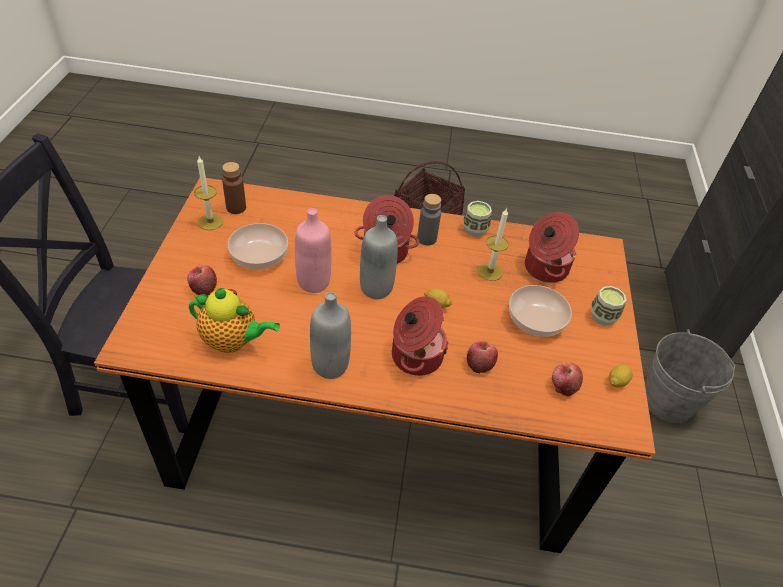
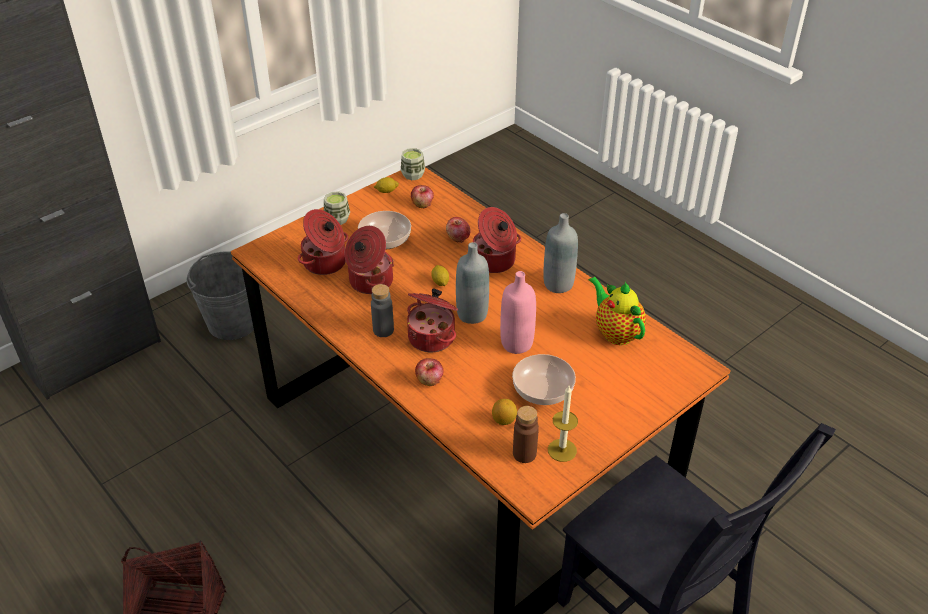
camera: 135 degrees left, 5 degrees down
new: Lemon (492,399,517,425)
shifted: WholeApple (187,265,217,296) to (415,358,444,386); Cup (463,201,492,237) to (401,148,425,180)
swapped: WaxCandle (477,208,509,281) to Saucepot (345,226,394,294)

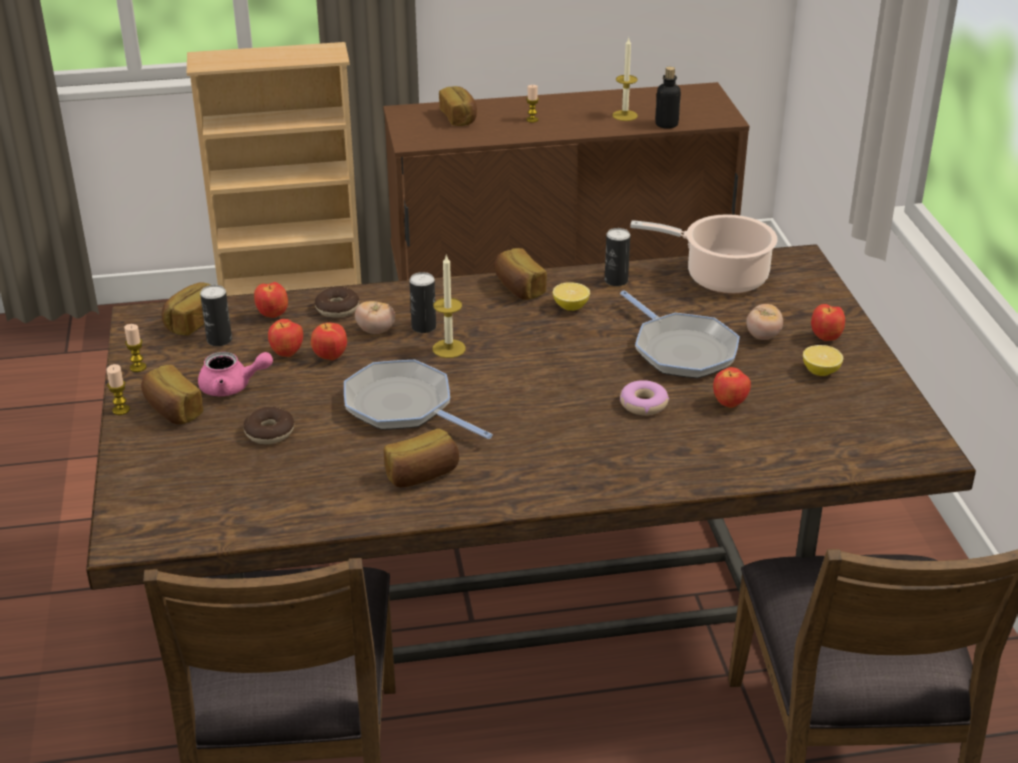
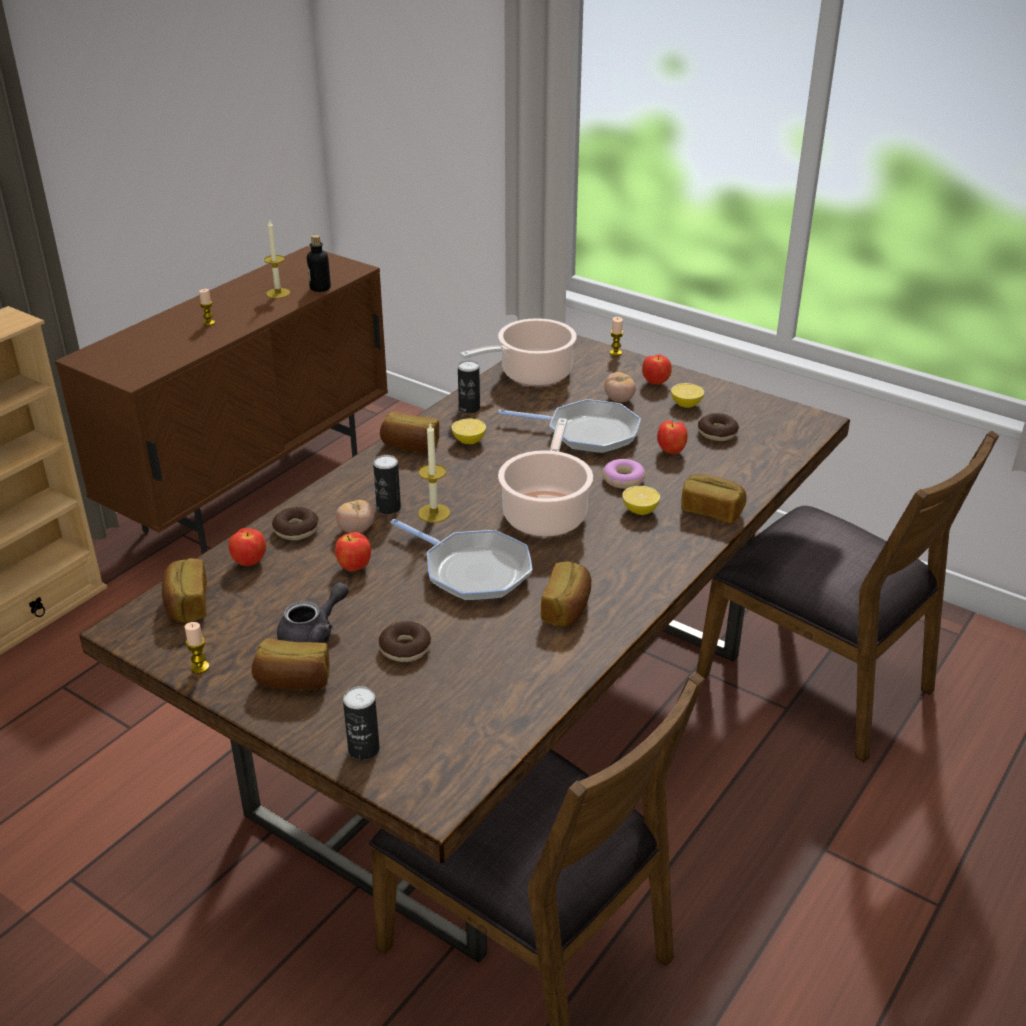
camera: 45 degrees left, 0 degrees up
gone: WholeApple (268,319,303,357)
new: Saucepot (498,418,593,536); Lemon (622,486,660,515); RingDoughnut (698,413,739,441)
shifted: WaxCandle (106,364,130,415) to (610,317,623,356); Can (200,285,232,346) to (343,686,380,760); BakedBread (439,86,477,126) to (681,474,746,523)
repainted: PinkTeapot (198,352,273,396) to GrayTeapot (277,582,349,643)
rotated: Pan (344,360,493,439) = (390,519,533,601) 135 degrees counterclockwise

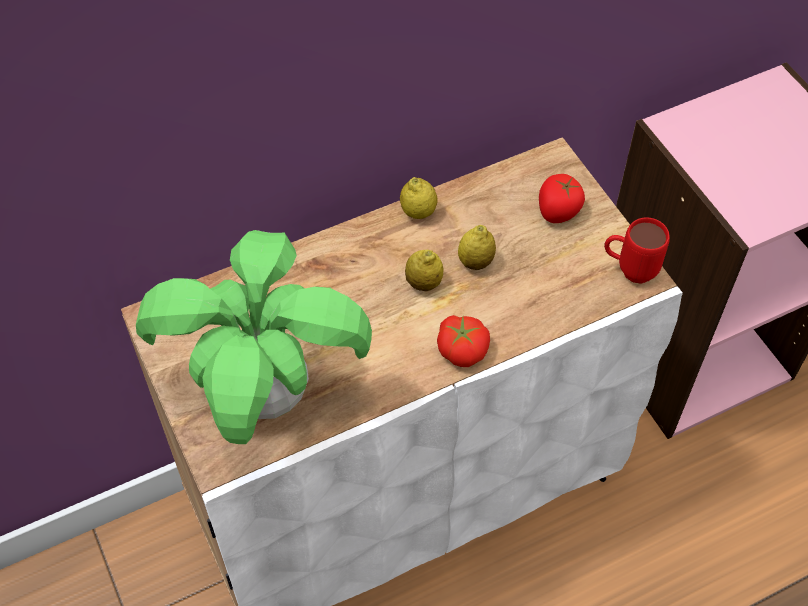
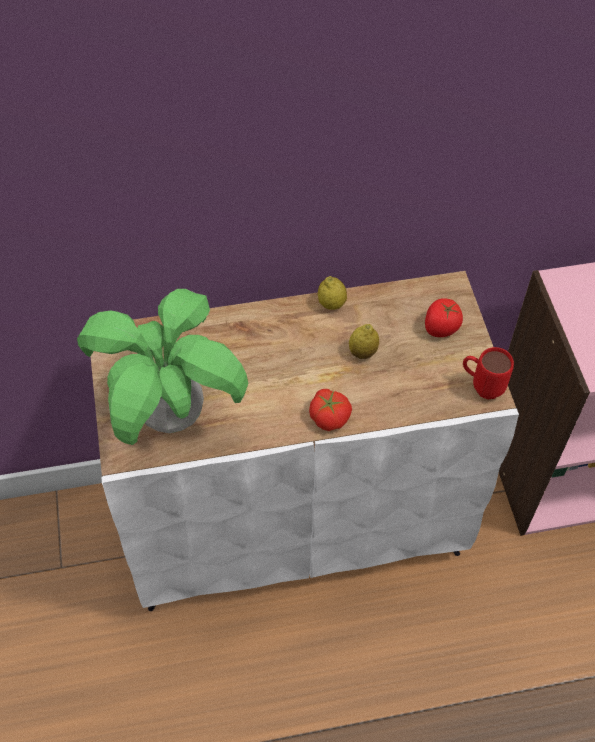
camera: 15 degrees right, 0 degrees up
gone: Lemon (405,250,443,291)

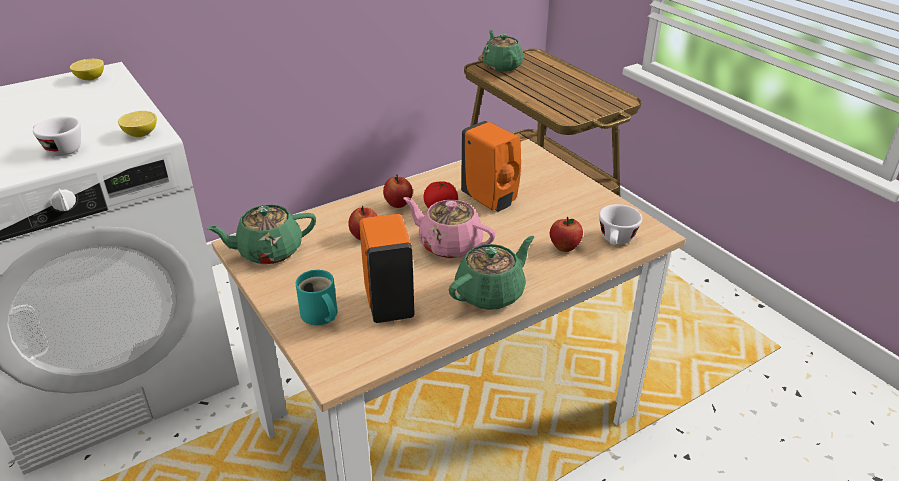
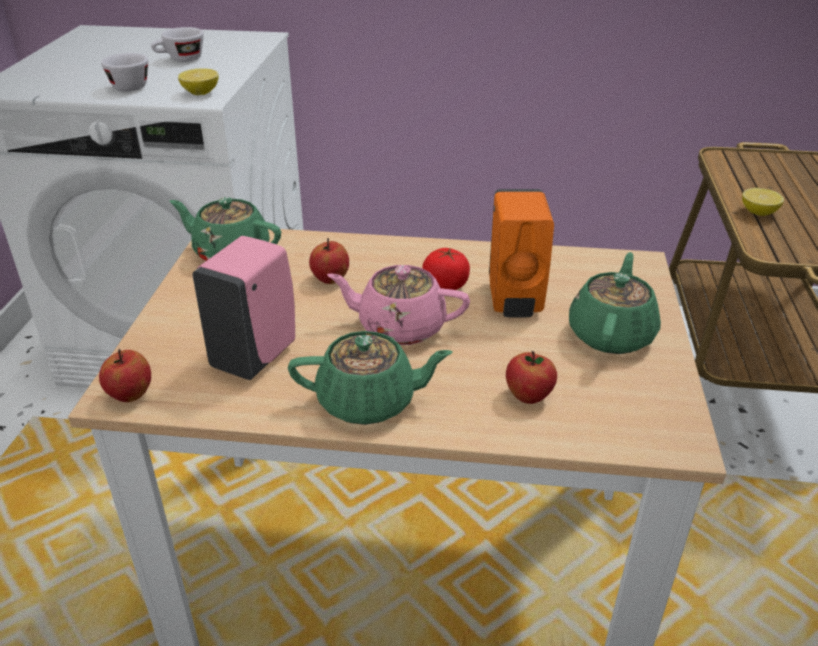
camera: 40 degrees right, 0 degrees up
gone: TurquoiseMug (295,270,337,325)
shifted: Lemon (70,59,104,80) to (742,188,784,216); WholeApple (383,174,413,208) to (99,349,151,402); GreenColouredTeapot (482,30,524,72) to (569,252,661,354); WhiteCup (599,204,642,245) to (151,27,204,62)
repainted: OrangeySoapBottle (359,214,415,323) to PinkSoapBottle (192,236,295,380)
rotated: PinkTeapot (403,197,496,259) = (327,265,470,345) 60 degrees counterclockwise

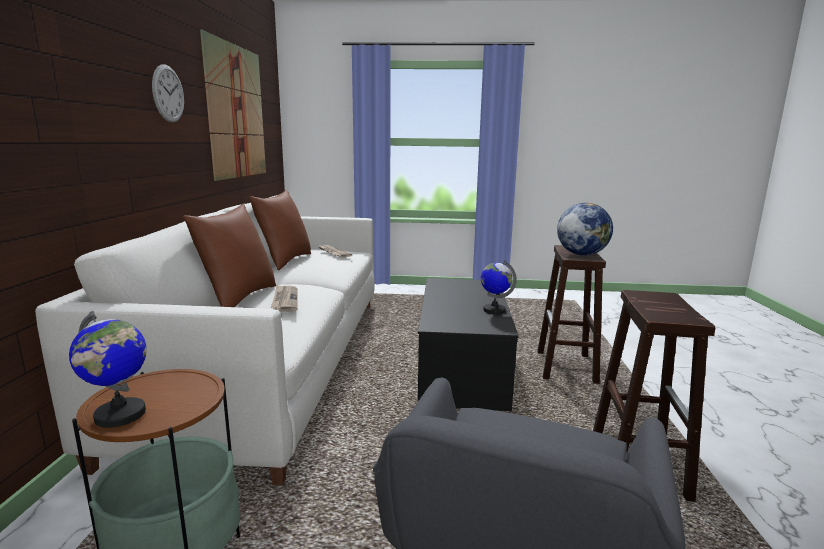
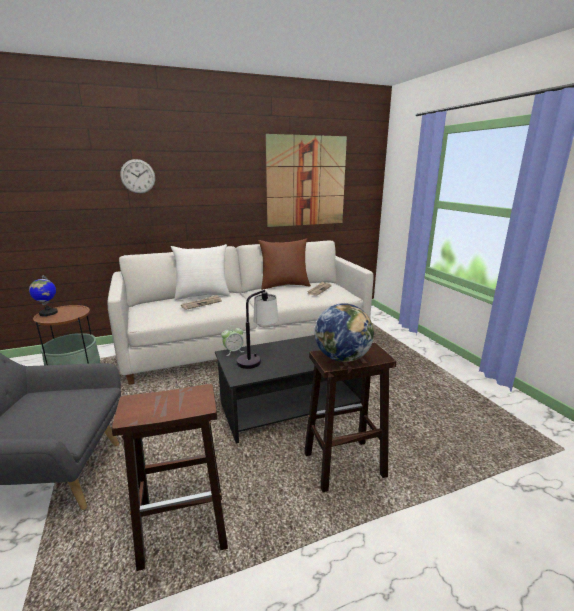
camera: 65 degrees right, 5 degrees up
gone: Globe (481,260,517,314)
new: BedsideClock (221,325,244,356); LampForATable (236,290,279,369)
shifted: HangingClock (152,65,184,123) to (120,159,155,194)
repainted: BrownishThrowPillow (182,204,276,307) to WhiteThrowPillow (171,244,231,300)

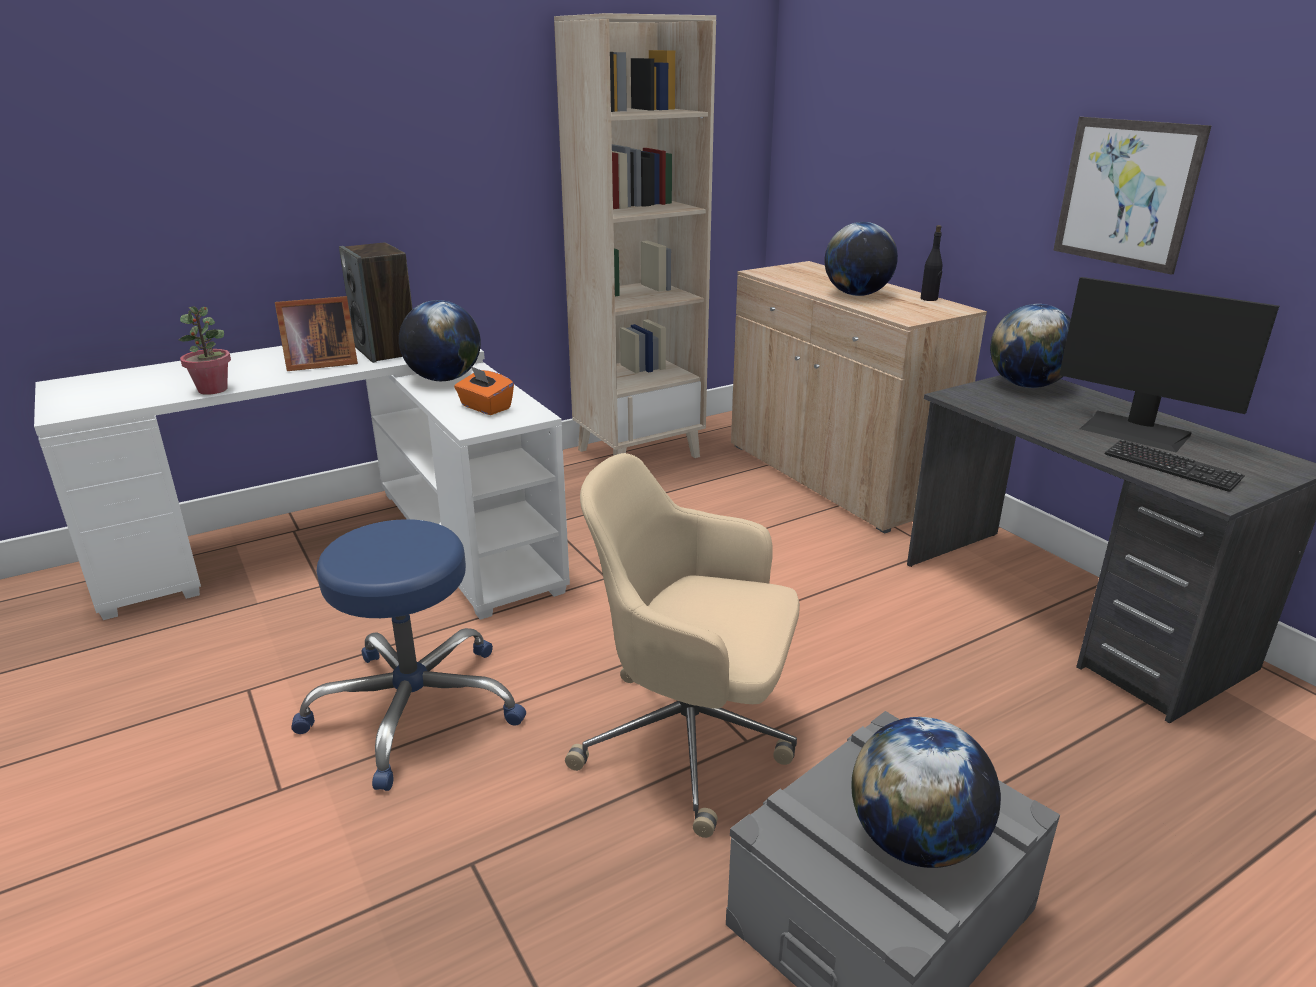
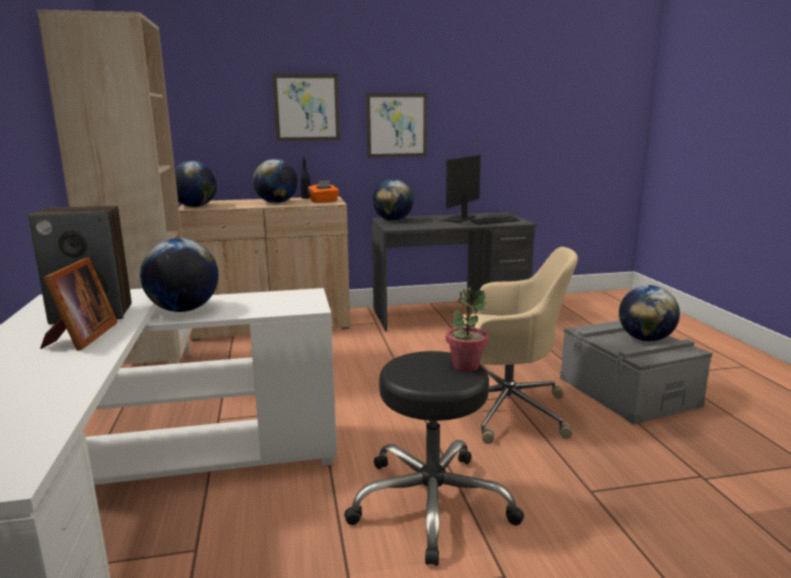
camera: 70 degrees left, 10 degrees down
new: Globe (174,161,217,207); WallPicture (272,74,340,141)
shifted: PlantInAPot (179,307,231,395) to (446,287,489,371); OrangeyBoxOfTissues (454,366,514,415) to (308,180,339,203)
repainted: BlueColouredStoolSeat (291,519,526,791) to BlackishStoolSeat (344,351,524,566)
rotated: BeigeColouredComputerChair (565,453,800,838) = (463,247,578,444) 120 degrees counterclockwise; ComputerDisplay (1059,277,1279,452) = (440,155,481,223) 150 degrees clockwise

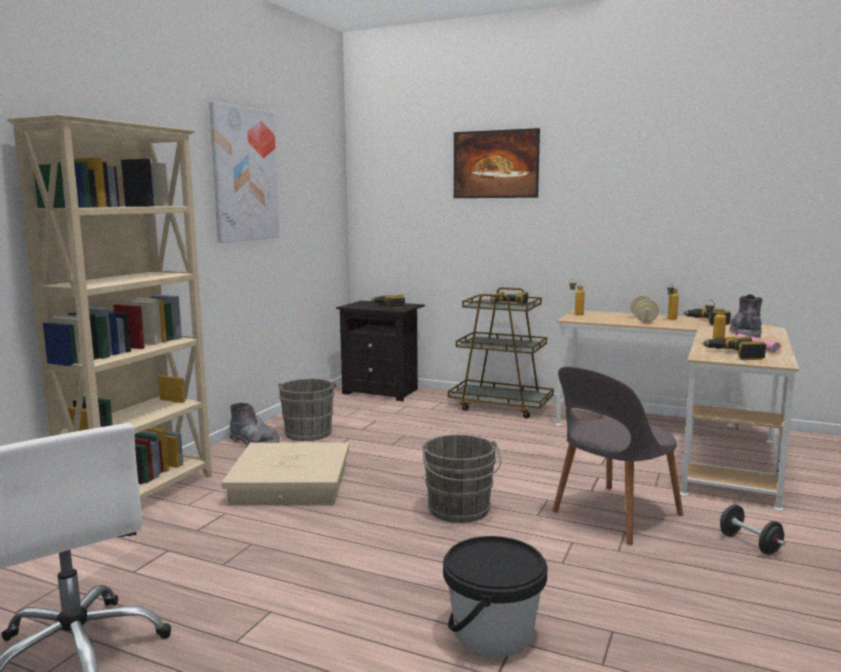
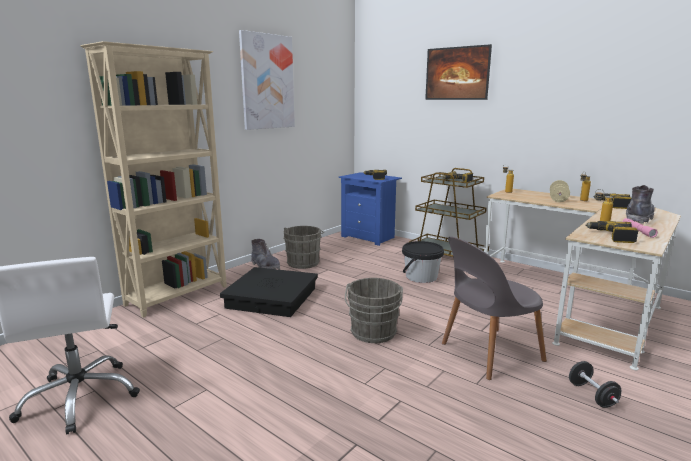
camera: 15 degrees right, 5 degrees up
shifted: BlackishBucket (443,536,547,657) to (402,241,444,283)
repainted: BeigeColouredStorageContainer (222,442,349,505) to BlackishStorageContainer (220,267,318,317); BlackishBedsideTable (336,301,425,401) to BlueColouredBedsideTable (339,172,402,246)

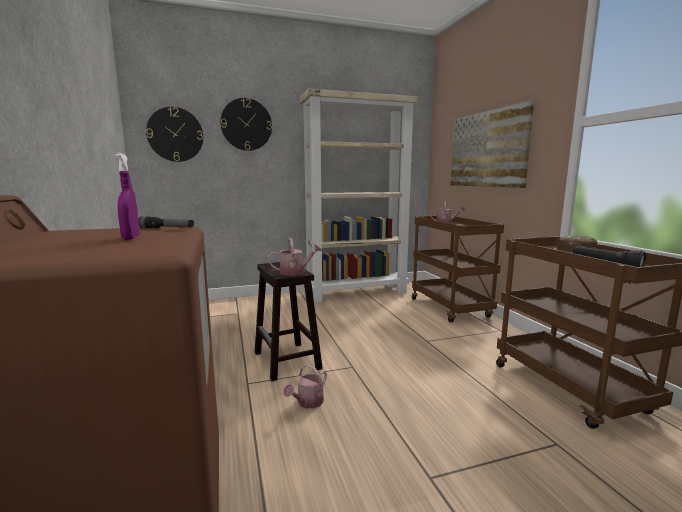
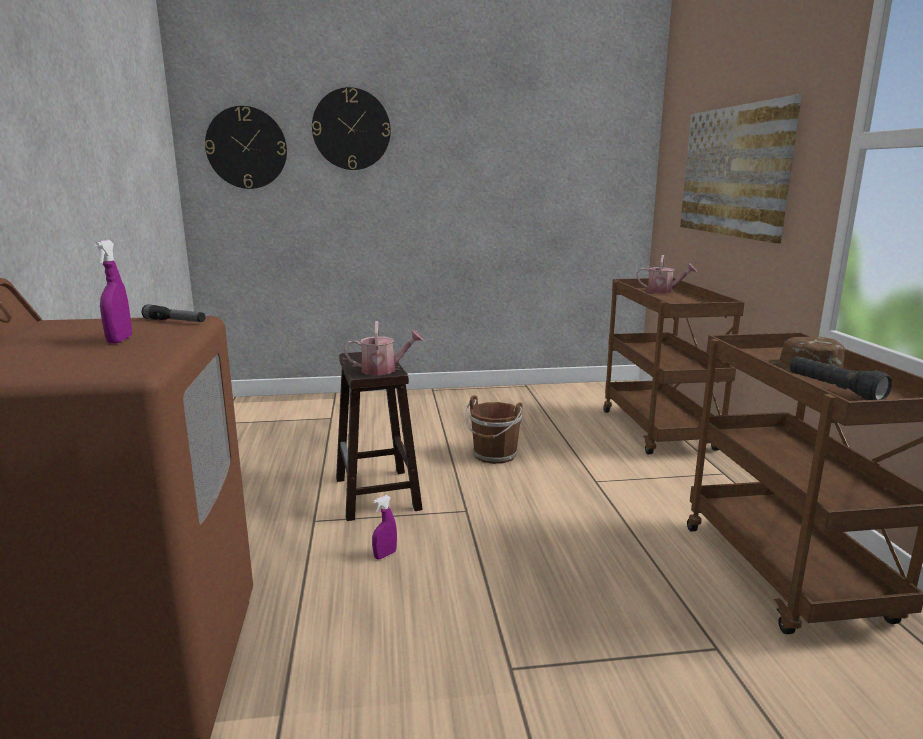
camera: 10 degrees right, 5 degrees up
gone: BeigeColouredBookcase (300,89,418,303)
new: BrownishBucket (466,395,523,464)
swapped: SprinklingCan (283,365,327,409) to PurpleColouredHandSprayer (372,495,397,560)

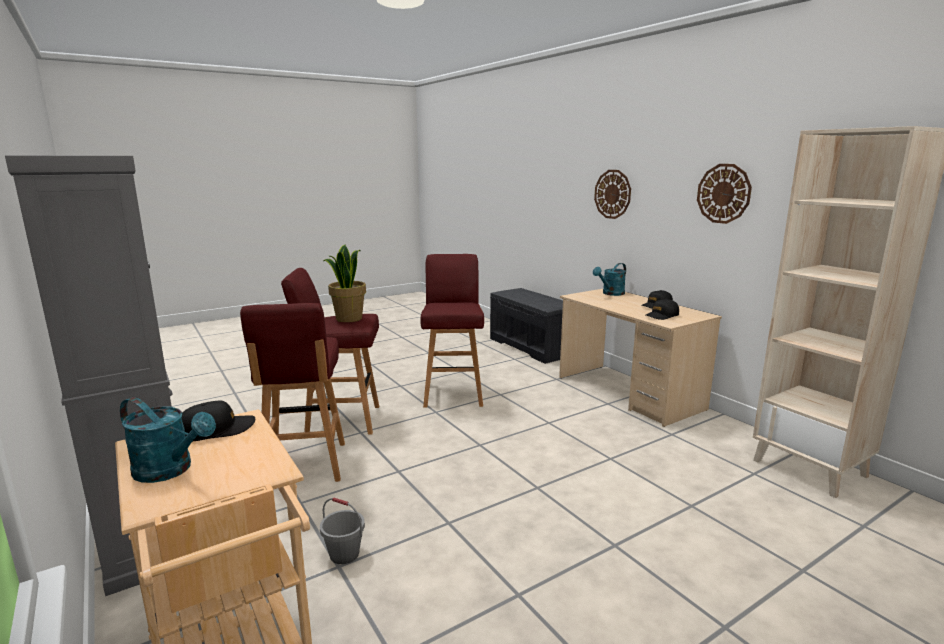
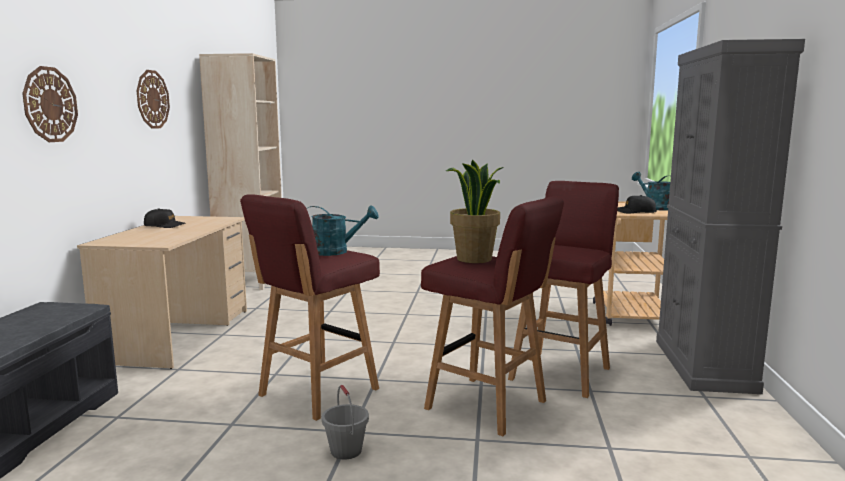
camera: 140 degrees left, 5 degrees down
gone: BlackishBaseballCap (646,299,679,320)
shifted: GrayBucket (320,498,365,564) to (322,385,369,460); TurquoiseSprinklingCan (593,263,626,296) to (306,205,379,256)

